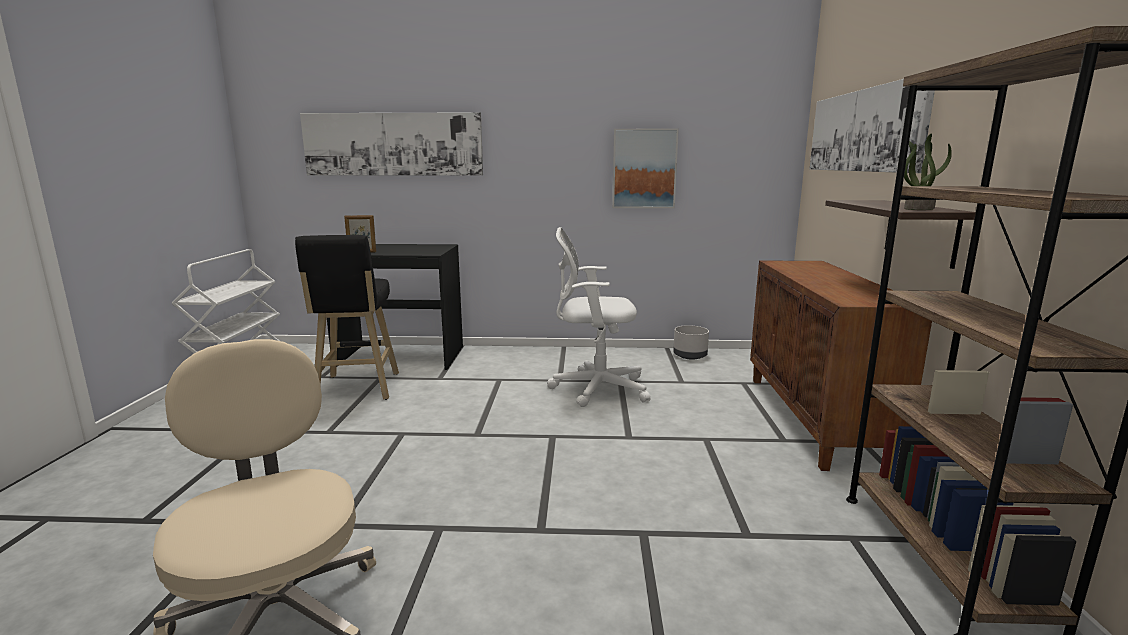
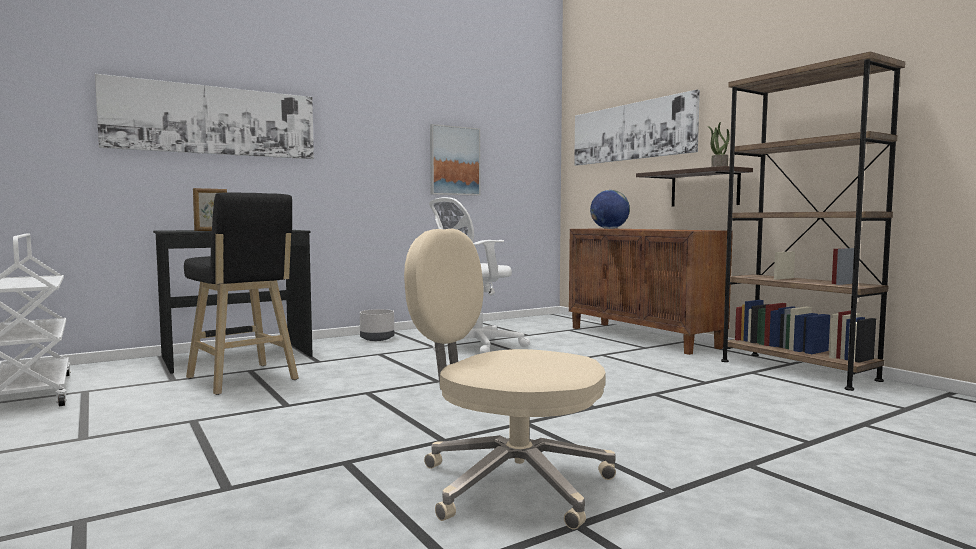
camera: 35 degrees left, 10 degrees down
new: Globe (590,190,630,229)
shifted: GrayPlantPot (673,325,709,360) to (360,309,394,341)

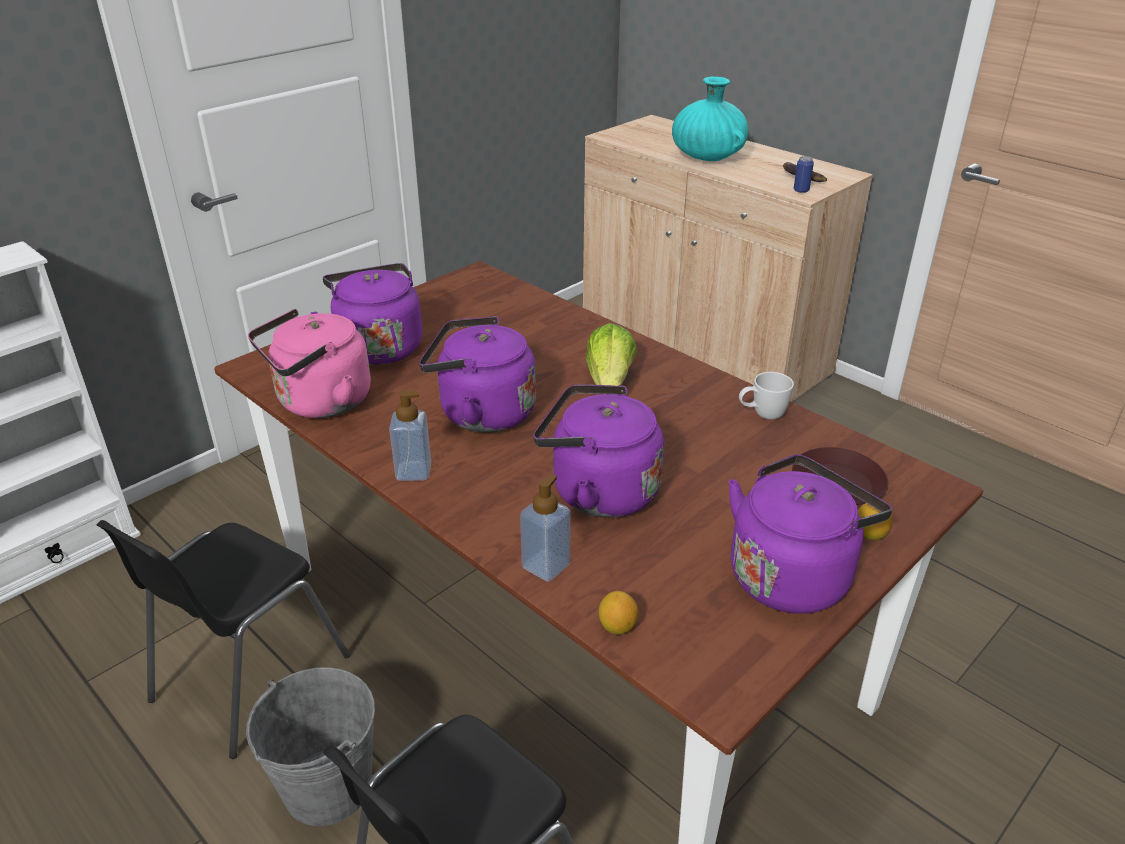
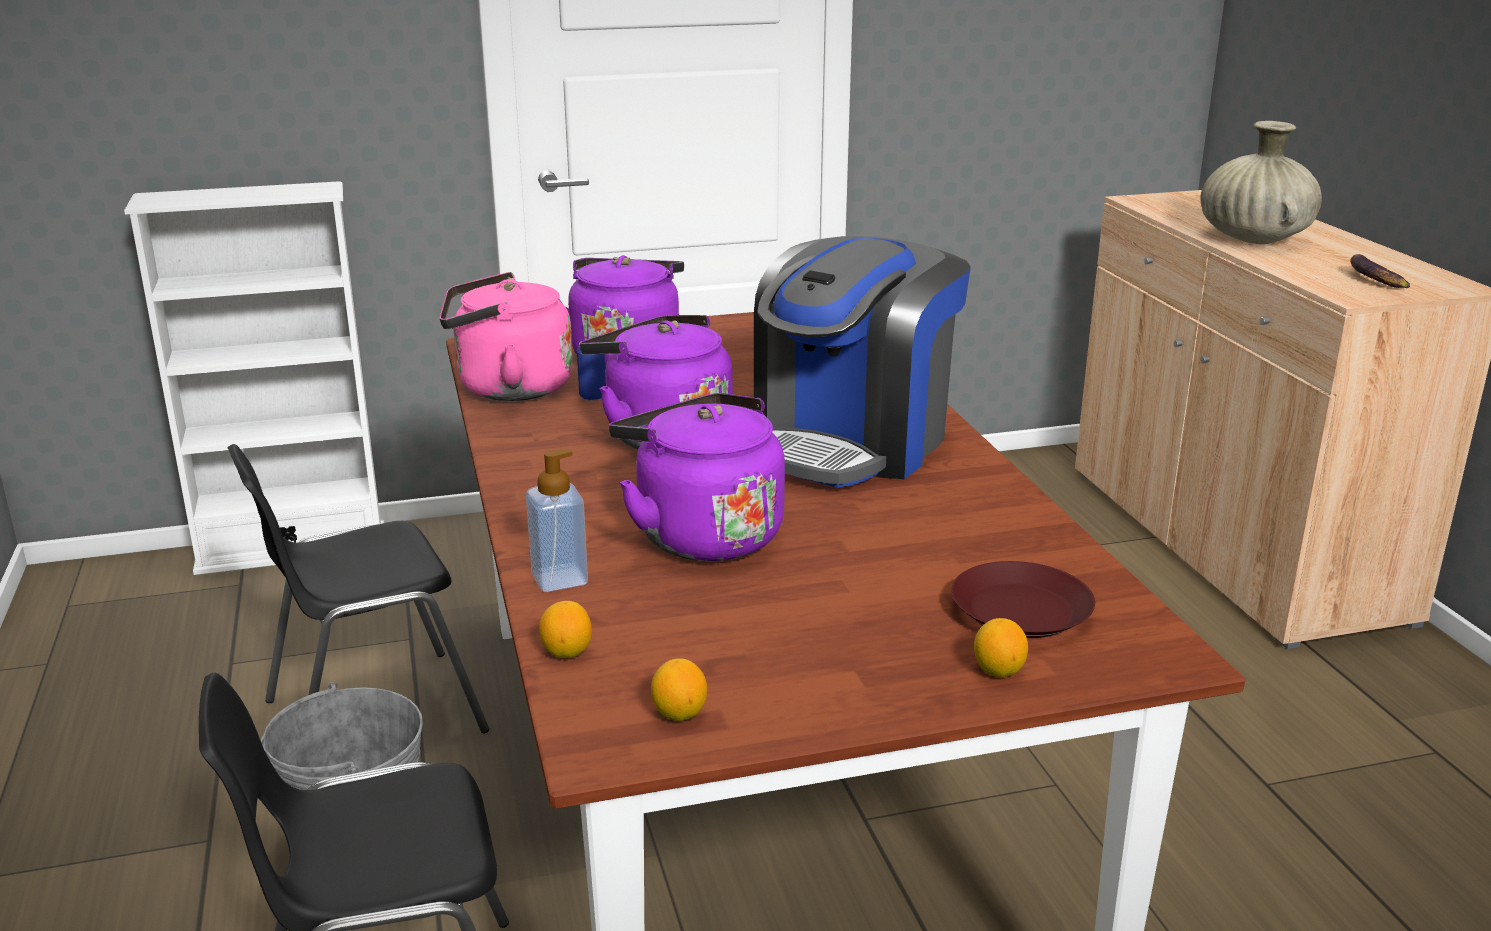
camera: 30 degrees right, 10 degrees down
gone: SoapBottle (389,391,431,481); PurpleColouredKettle (729,454,892,614); WhiteMug (739,372,794,420)
new: Lemon (651,659,707,721)
shifted: Can (794,156,814,193) to (577,343,606,401)
swapped: HeadOfLettuce (586,323,637,395) to CoffeeMachine (754,236,971,487)
repainted: TurquoiseFlowerVase (672,77,748,161) to BeigeColouredFlowerVase (1200,121,1322,244)

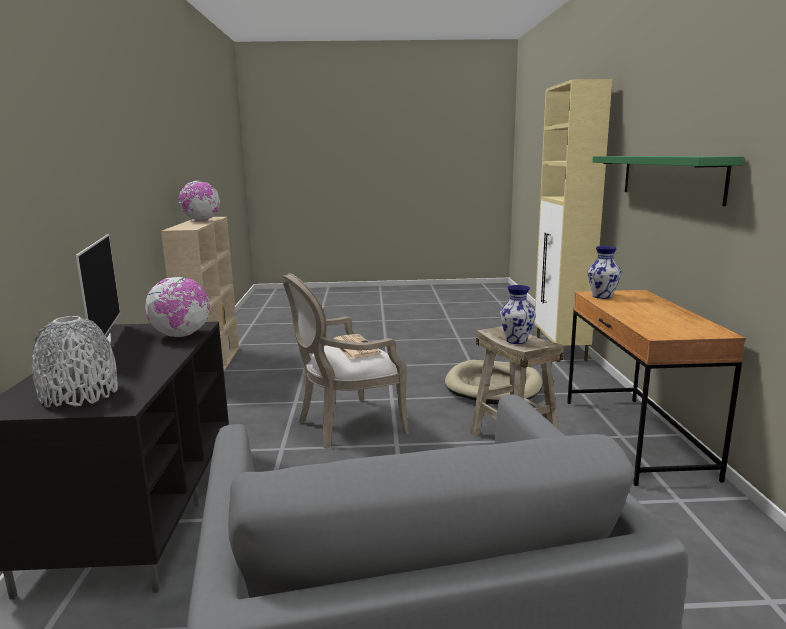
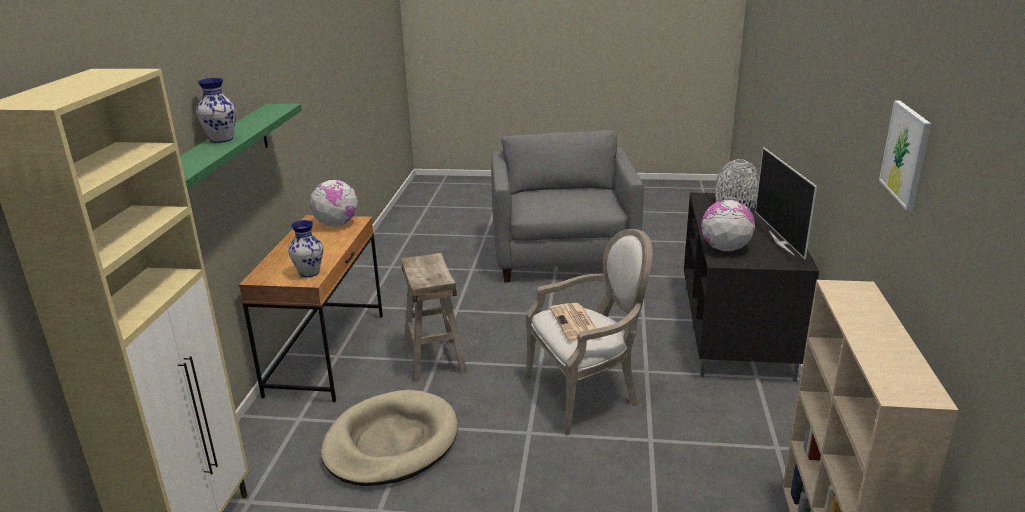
camera: 170 degrees left, 10 degrees up
new: WallPicture (879,100,931,211)
shifted: Globe (179,181,220,221) to (310,179,358,227); FlowerVase (500,285,536,344) to (196,78,236,143)

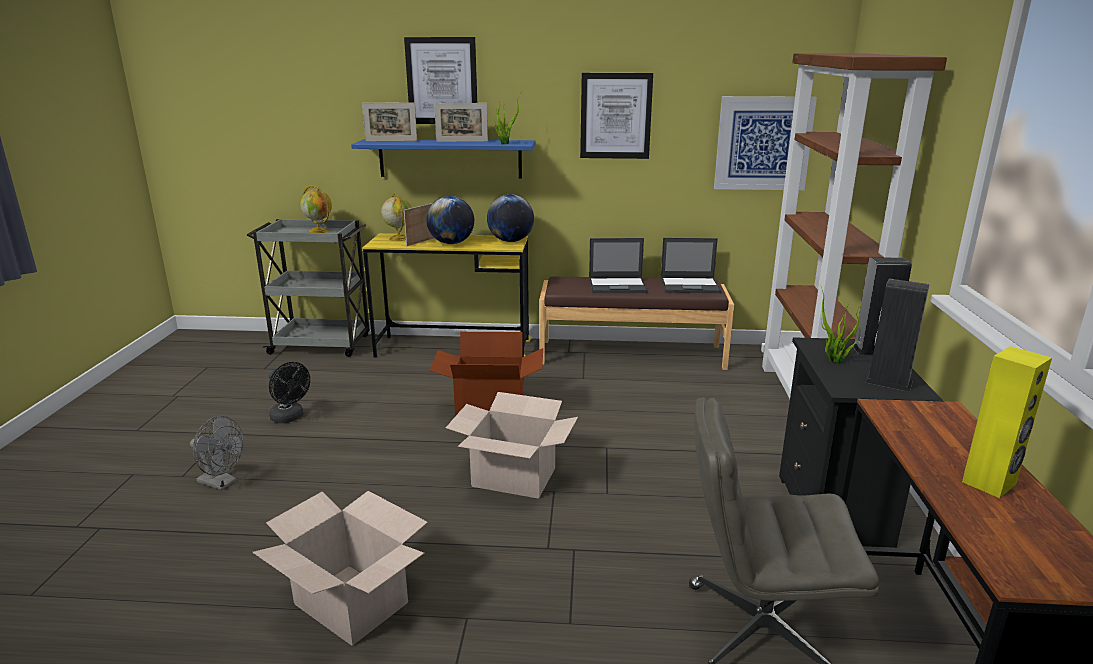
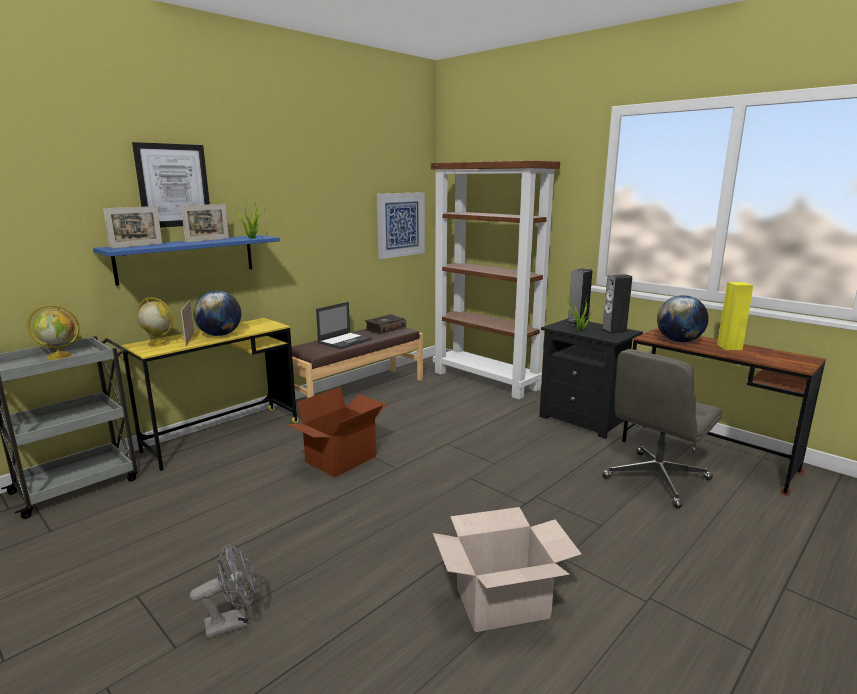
camera: 50 degrees left, 5 degrees down
gone: BlackishFan (269,362,310,423); CardboardBox (446,392,578,499); WallPicture (580,73,653,159)
shifted: Globe (487,194,534,242) to (657,295,709,343)
swapped: NotebookComputer (661,238,722,293) to Volume (365,314,406,335)

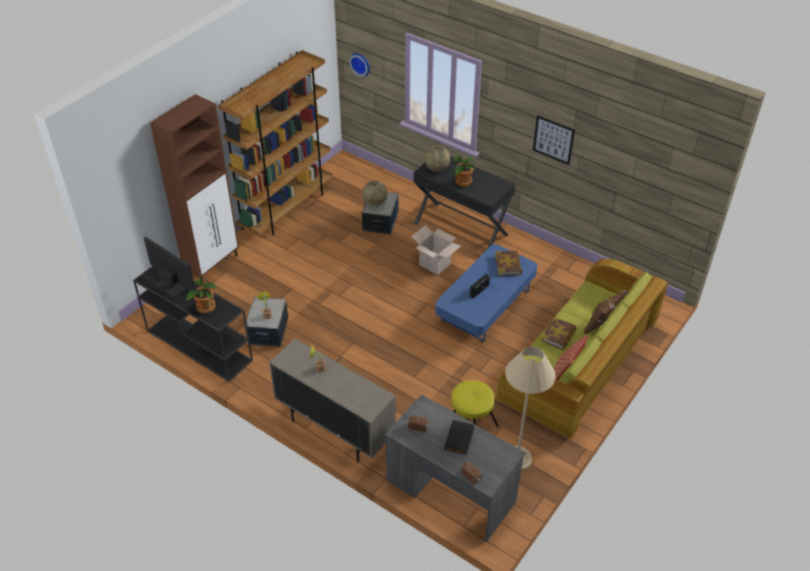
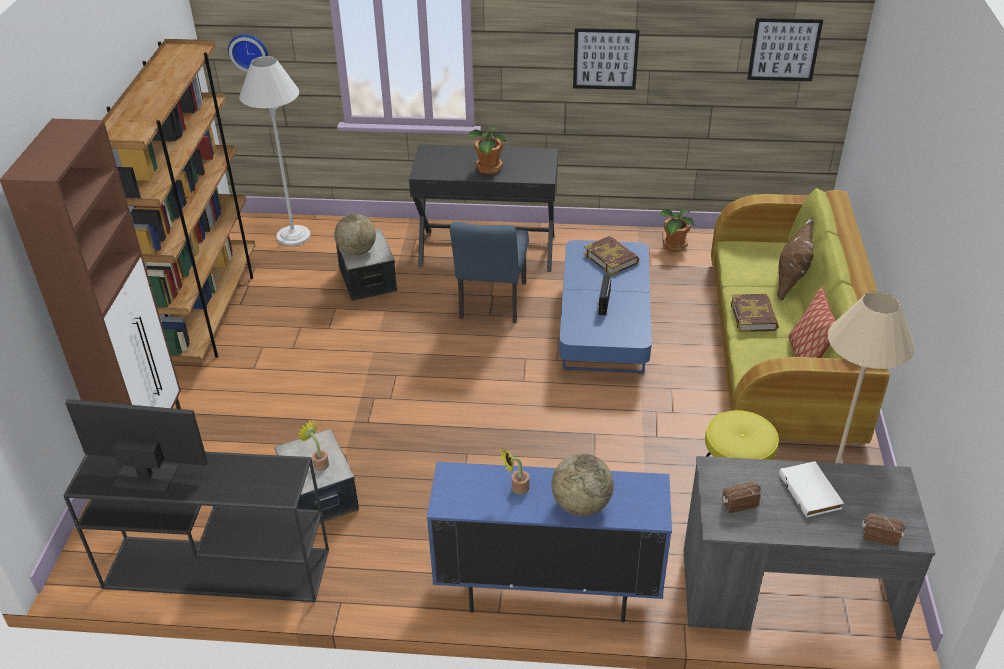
camera: 30 degrees left, 5 degrees down
new: WhiteStandingLamp (239,56,311,246); WallPicture (747,18,823,81)
shifted: PlantInAPot (186,279,216,314) to (659,208,694,252); Globe (424,145,450,172) to (552,453,614,516)
swapped: CardboardBox (411,225,461,275) to BlueColouredPlainChair (450,222,529,323)
repainted: BeigeColouredCupboard (269,338,396,463) to BlueColouredCupboard (427,462,672,622); BlackishVolume (444,420,474,455) to WhiteVolume (779,461,844,518)

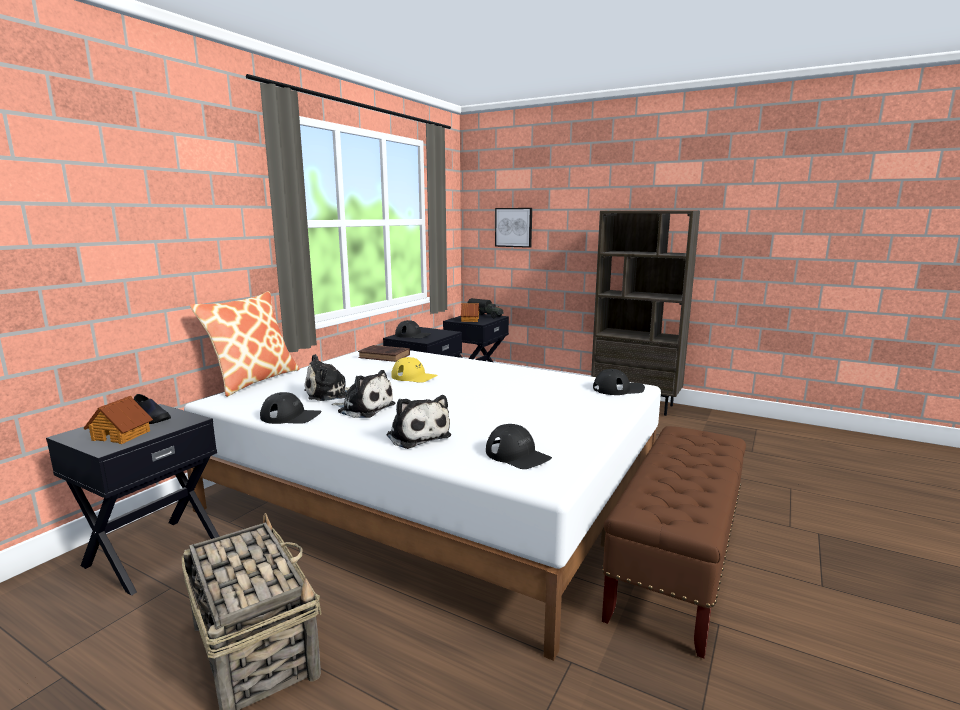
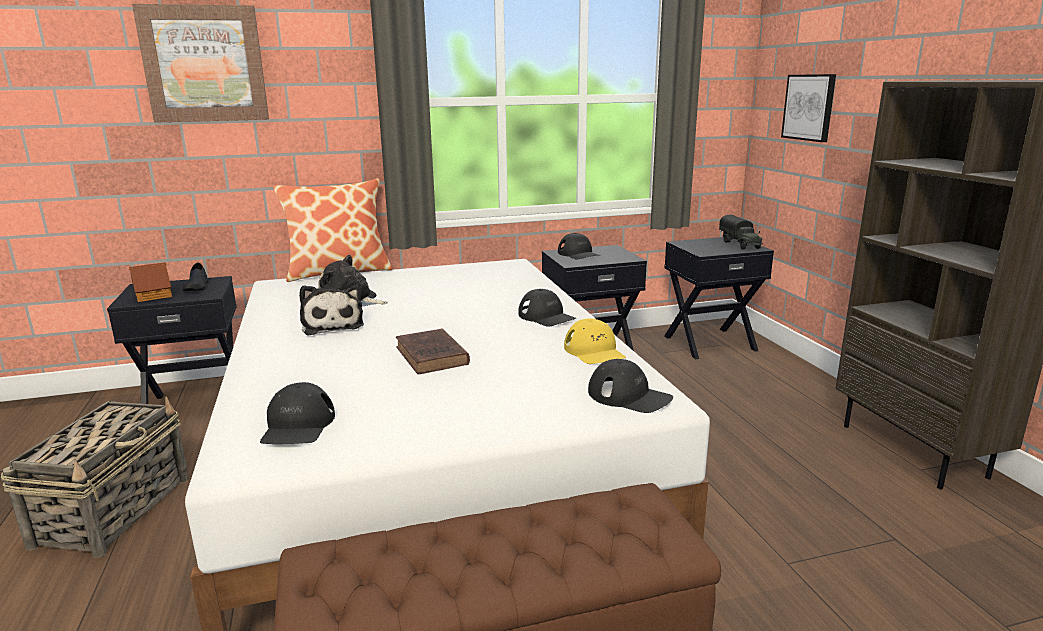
camera: 45 degrees right, 5 degrees up
gone: SoftToy (387,395,451,449); MiniatureHouse (461,303,479,322)
new: WallPicture (132,4,269,123)
shifted: BlackishBaseballCap (260,392,321,424) to (518,289,576,326); BrownishVolume (358,345,410,362) to (396,328,470,374); YellowBaseballCap (391,357,438,383) to (564,319,626,364)

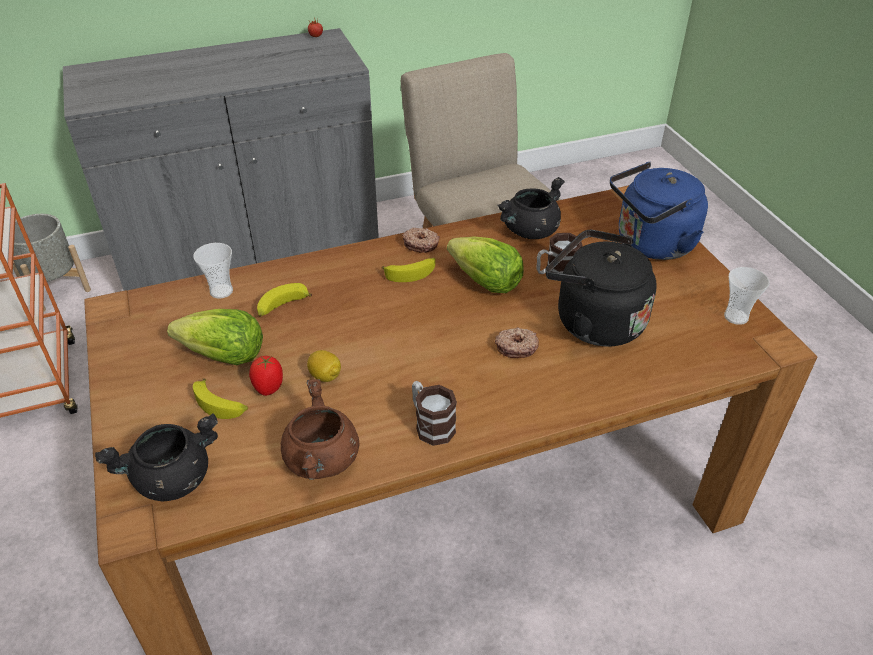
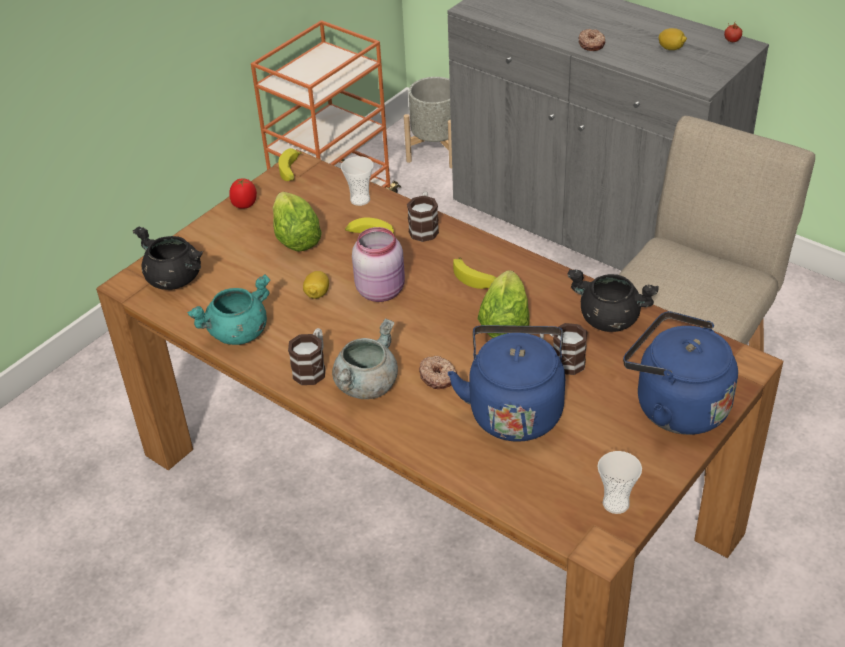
camera: 60 degrees right, 0 degrees up
new: GraySaucepot (332,318,398,399); PinkJar (352,227,405,302); Mug (407,191,439,242); Lemon (659,28,687,50)
shifted: BananaFruit (193,379,248,419) to (278,148,302,181); FreshTomato (249,356,283,396) to (229,178,257,209); RingDoughnut (402,228,440,253) to (579,29,606,51)
repainted: BrownishSaucepot (281,379,359,480) to TurquoiseSaucepot (187,274,271,345); BlackishKettle (545,230,657,347) to BlueColouredKettle (448,325,565,442)

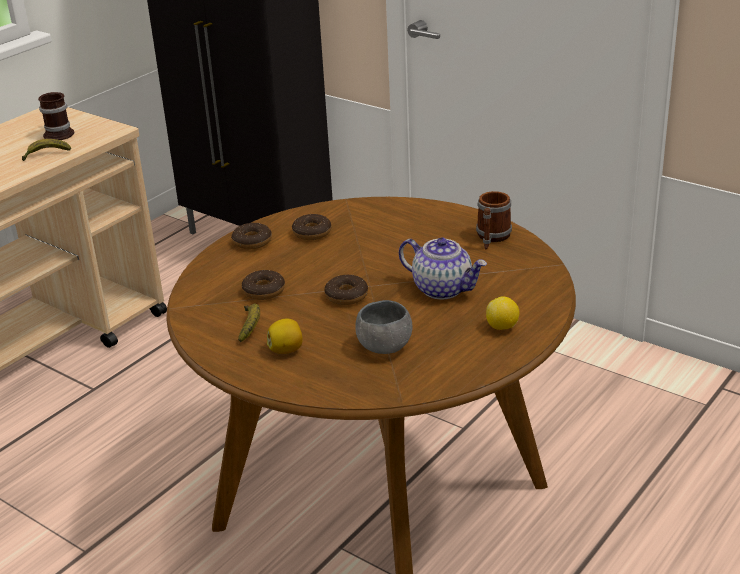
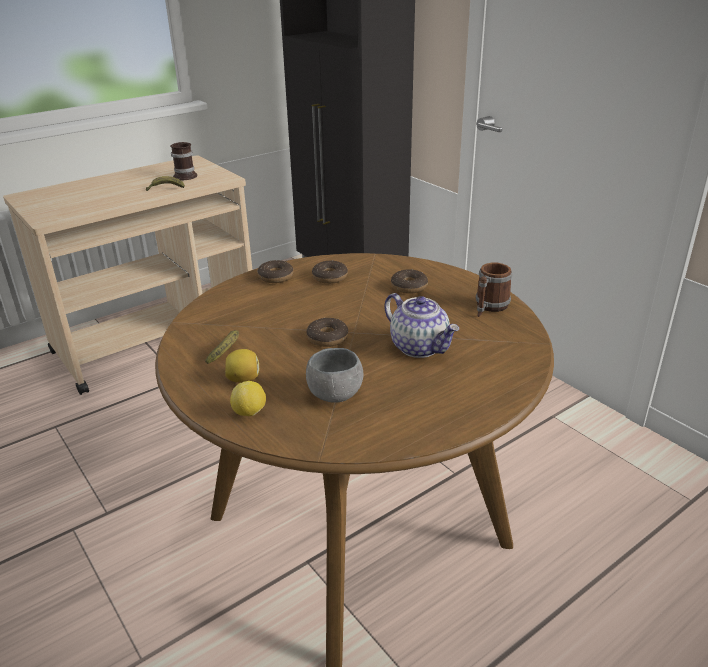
camera: 15 degrees right, 0 degrees up
shifted: RingDoughnut (242,270,285,300) to (391,269,428,294); Lemon (486,296,519,330) to (230,381,266,416)

